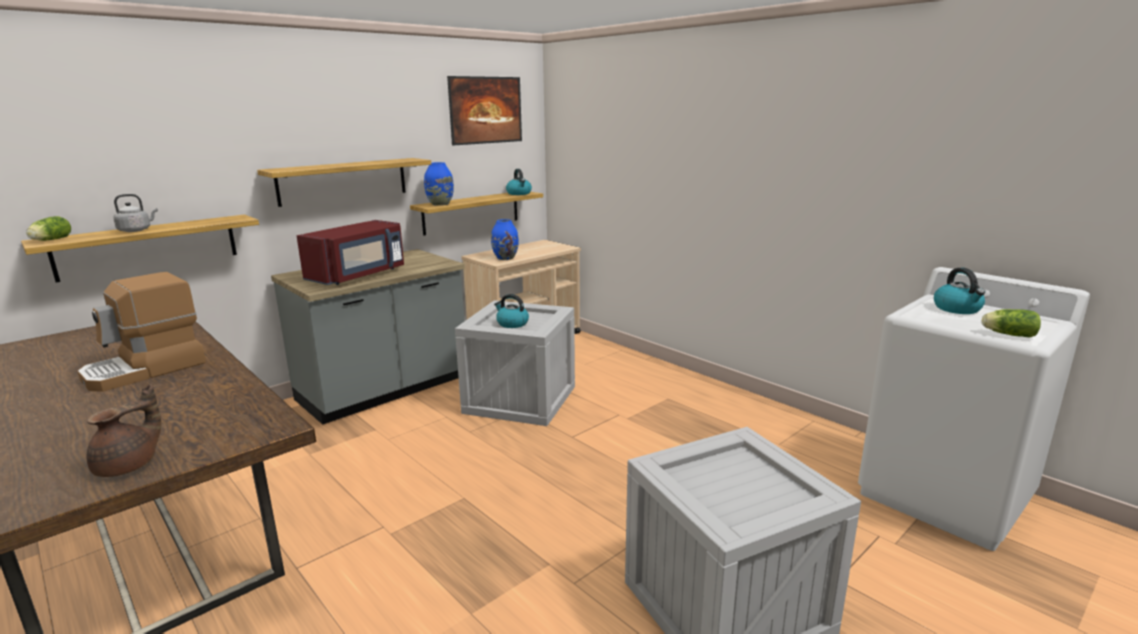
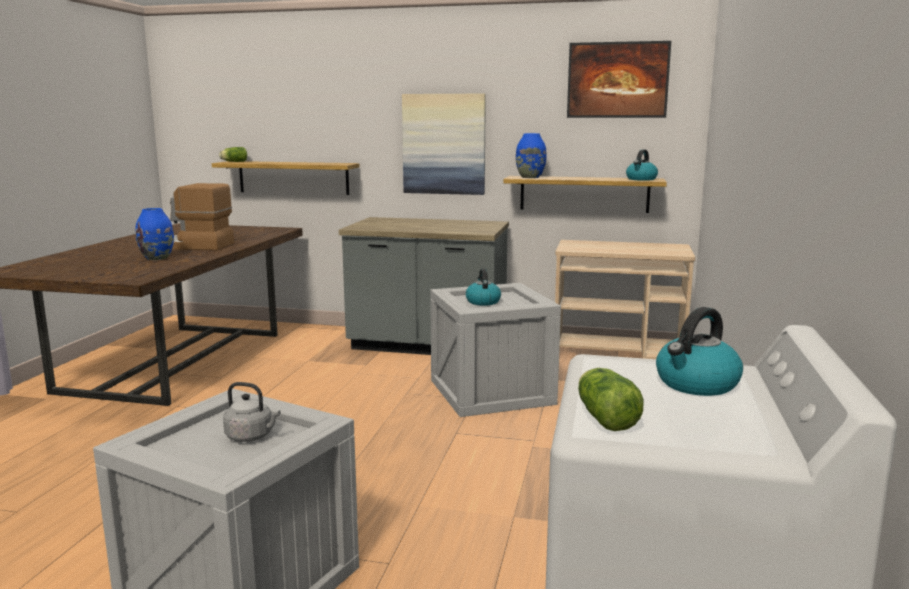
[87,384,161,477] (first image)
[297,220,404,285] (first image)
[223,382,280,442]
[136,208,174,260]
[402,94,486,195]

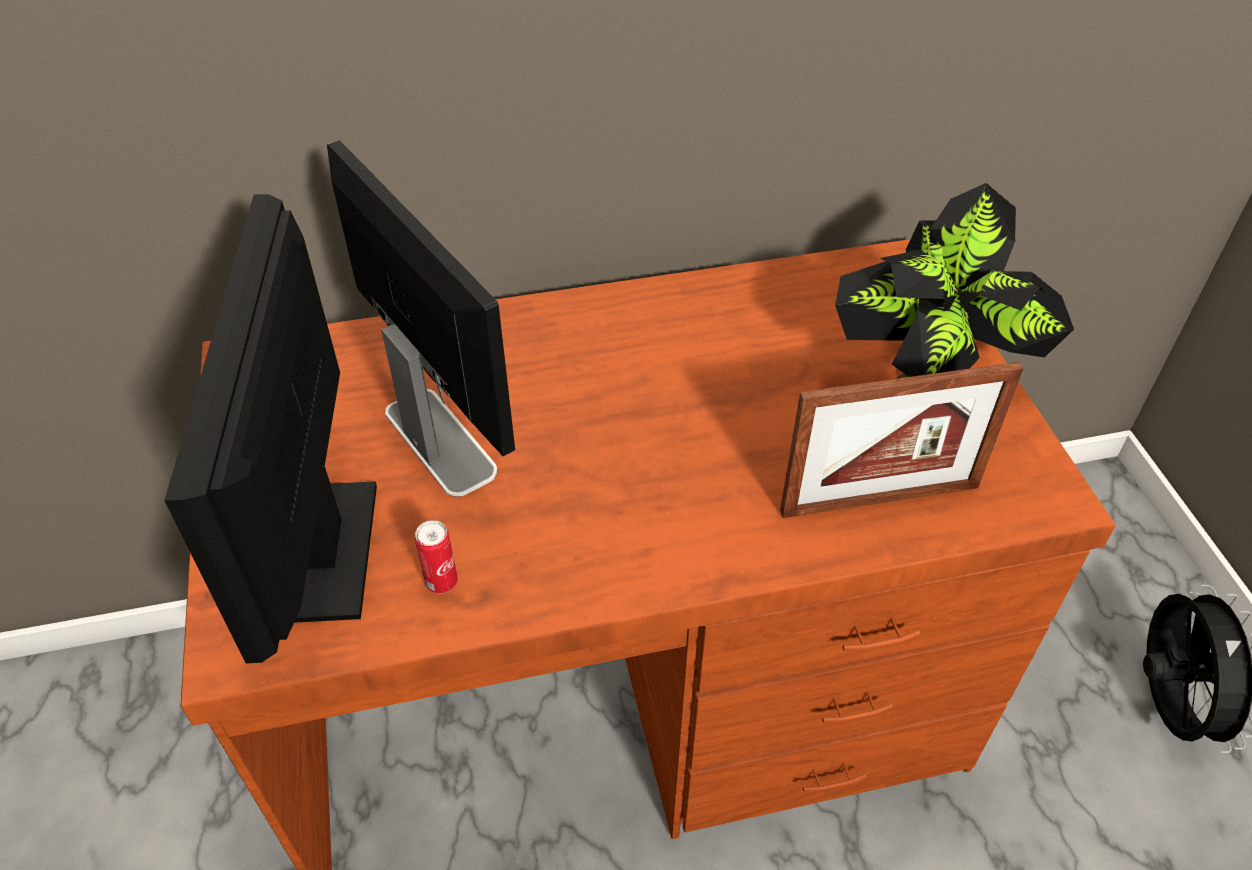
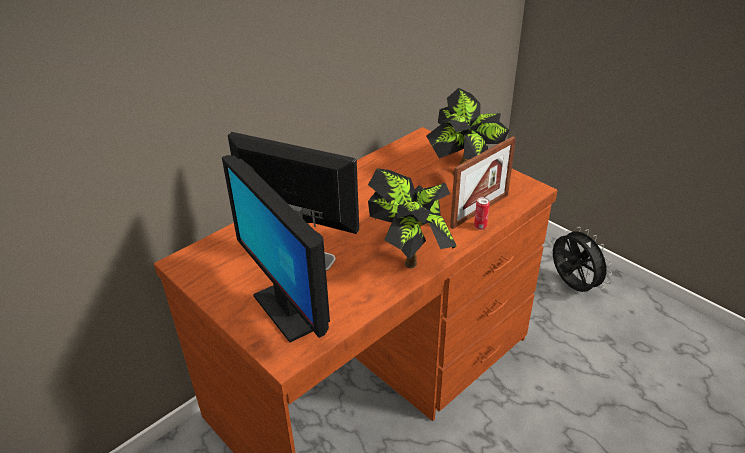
[368,168,457,268]
[474,197,490,230]

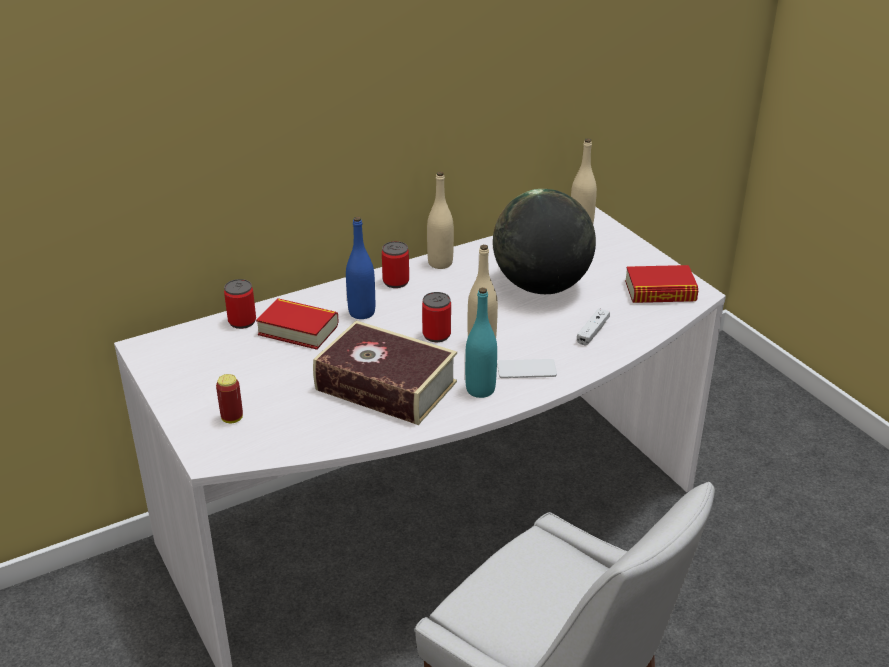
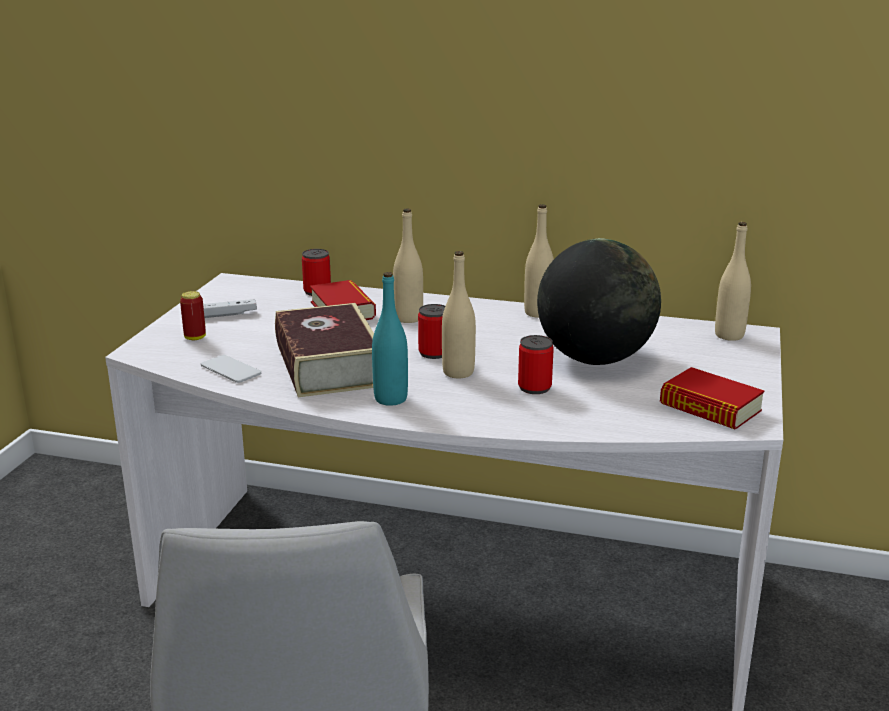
[518,335,554,394]
[201,355,261,383]
[203,299,257,318]
[393,209,423,323]

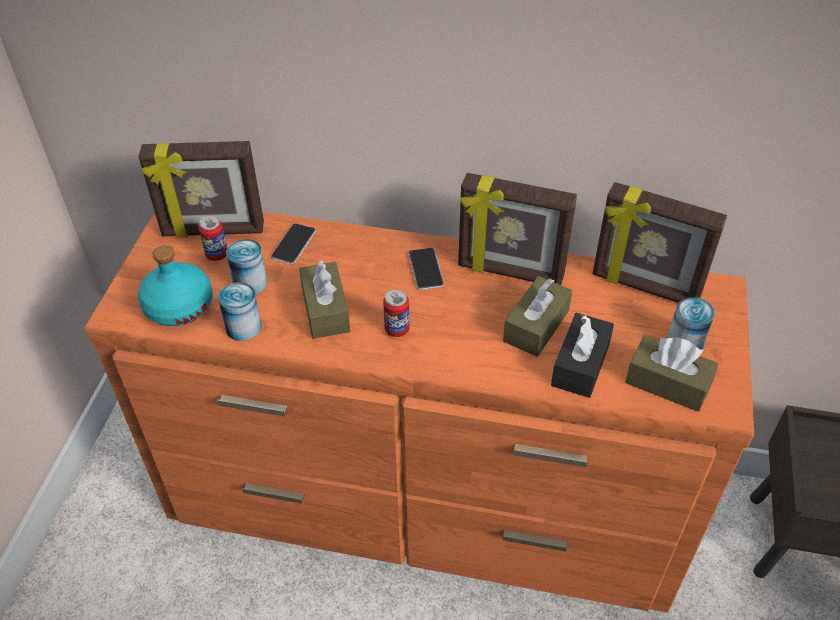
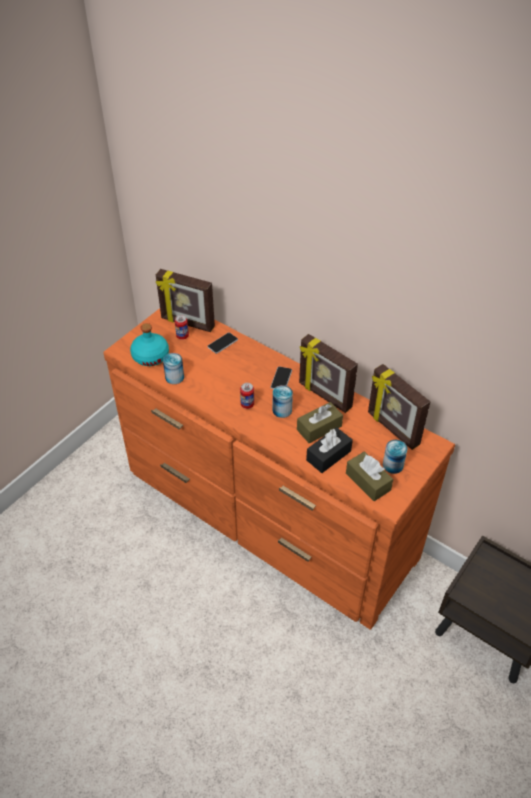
[299,260,350,339] (first image)
[273,385,293,418]

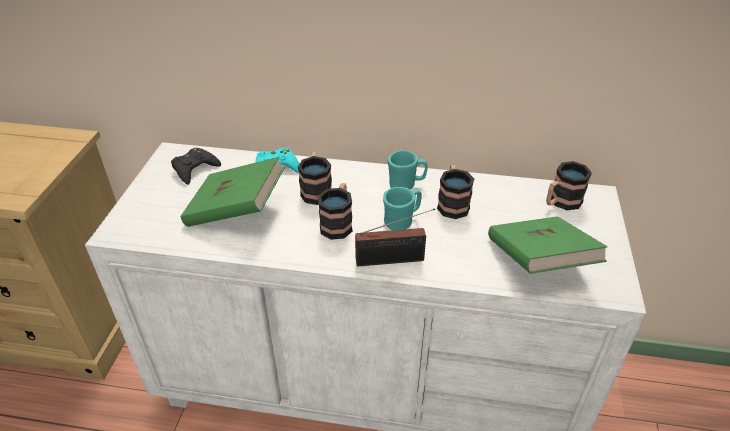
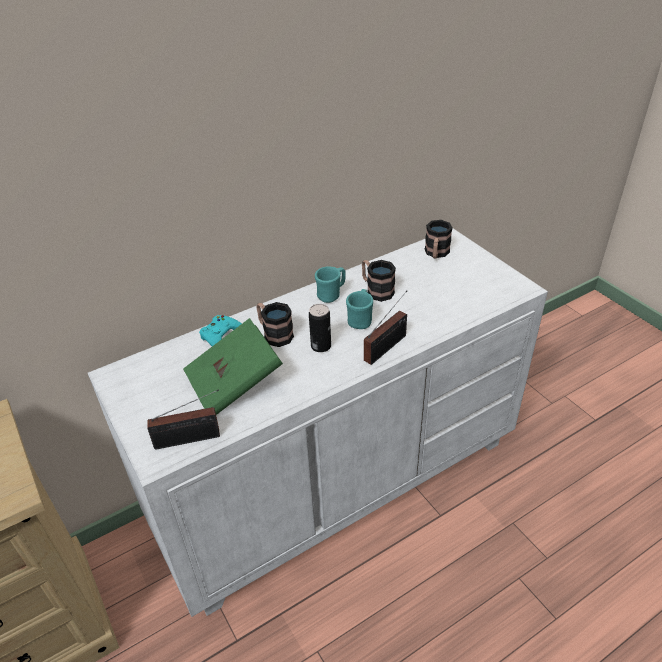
[171,148,221,184] (first image)
[488,216,607,274] (first image)
[147,389,220,450]
[309,304,331,352]

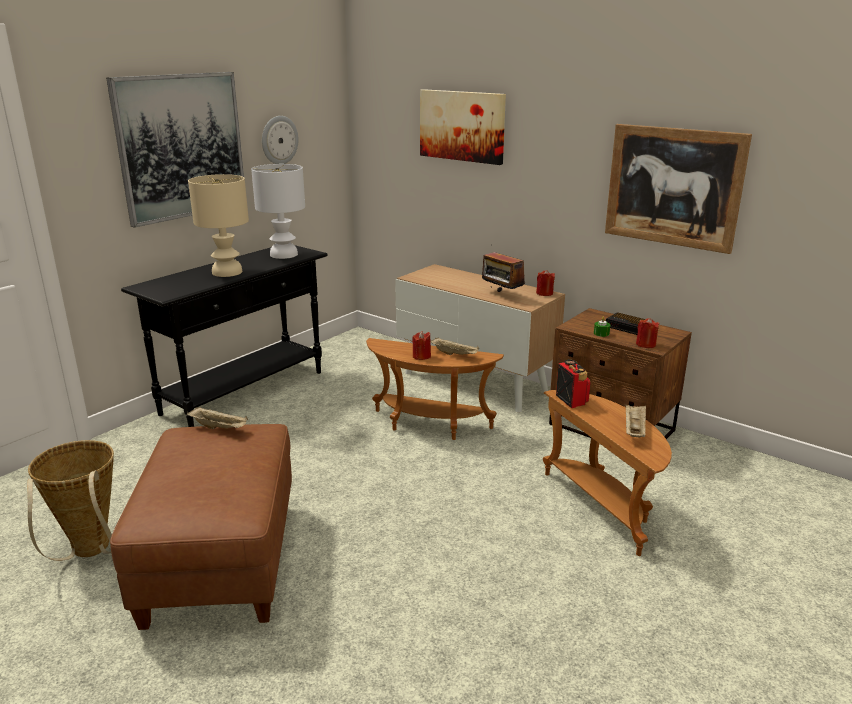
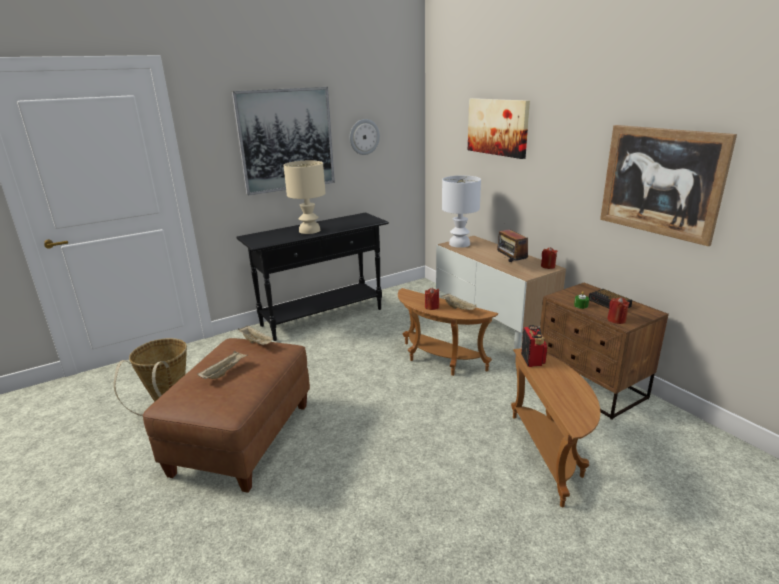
[442,175,481,248]
[197,351,248,379]

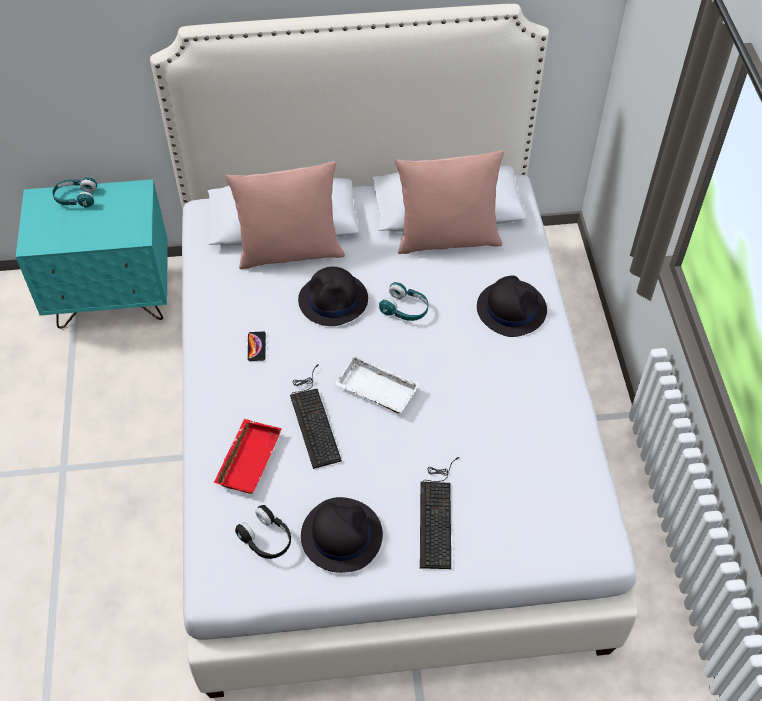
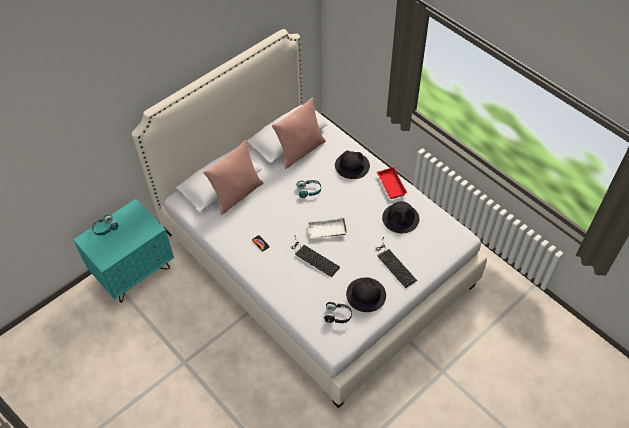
[377,167,408,199]
[382,201,420,233]

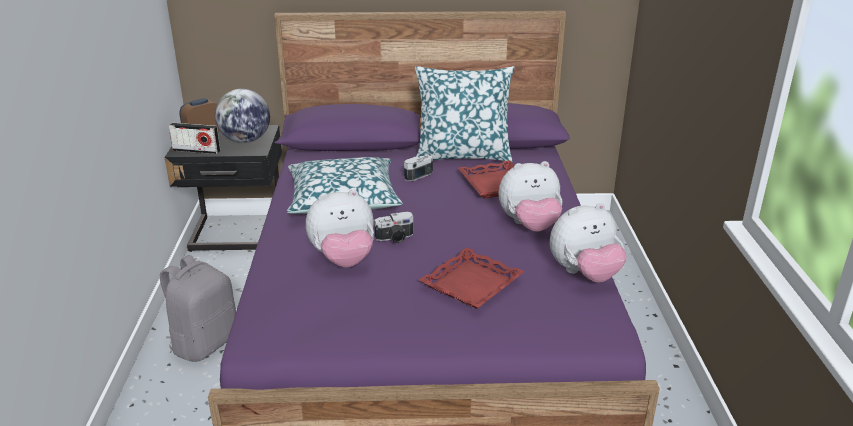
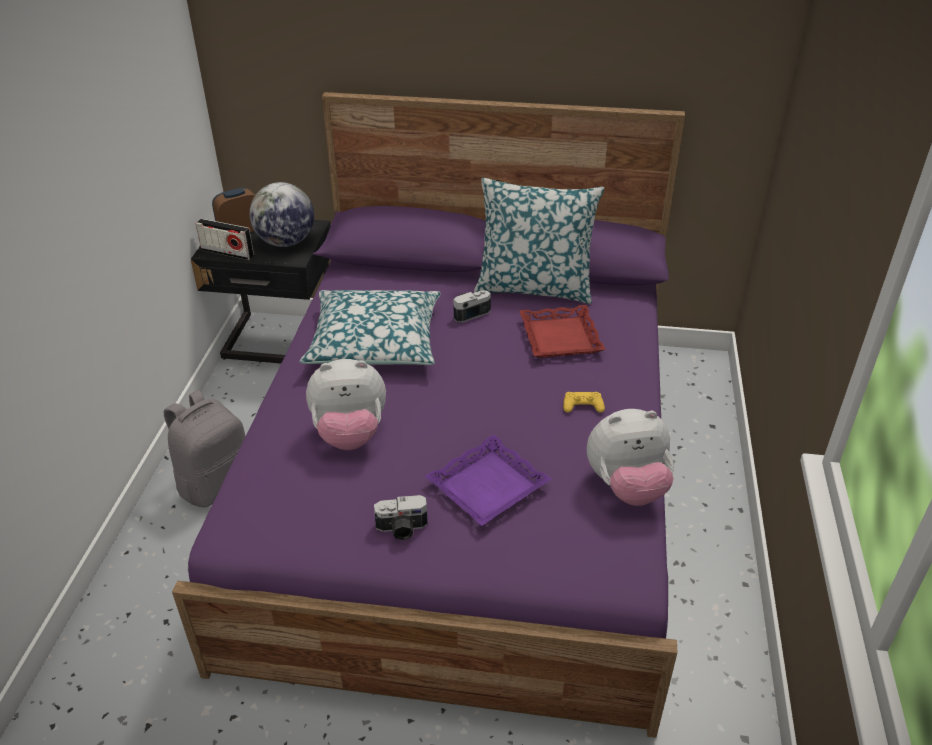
[374,495,428,540]
[563,392,605,413]
[425,435,551,526]

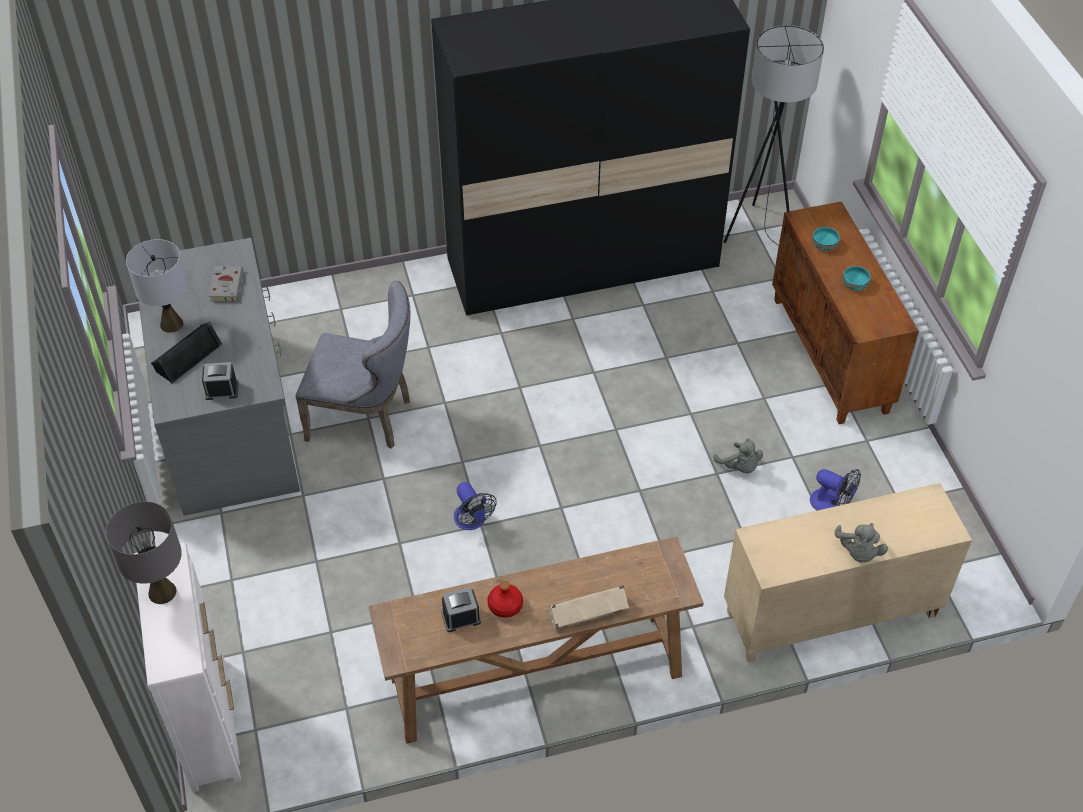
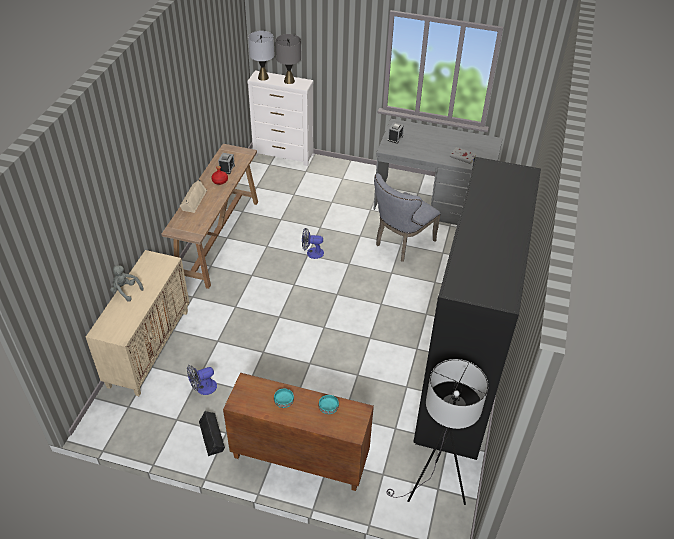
[714,438,763,473] (first image)
[248,31,274,81]
[199,411,225,456]

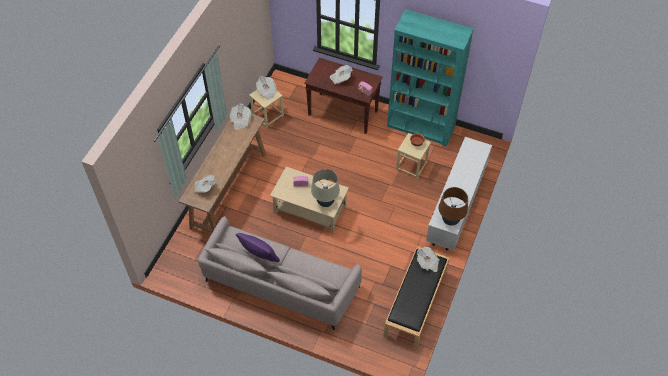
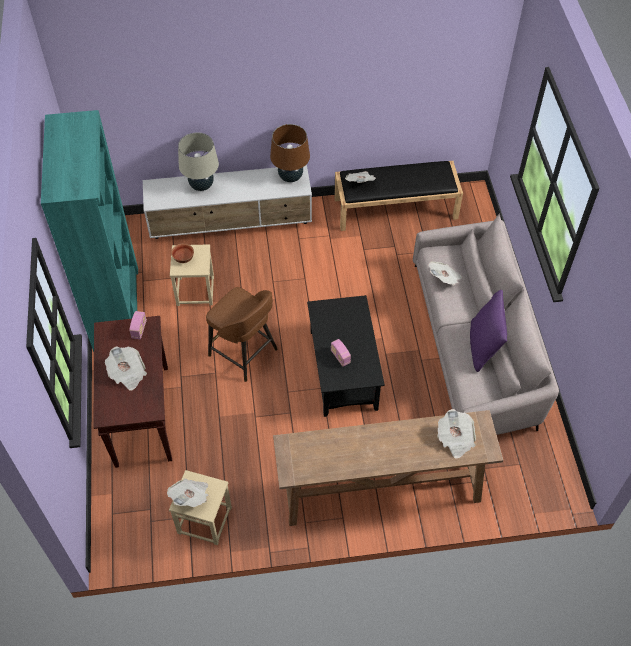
[206,287,278,382]
[428,261,463,285]
[178,132,219,191]
[307,295,385,417]

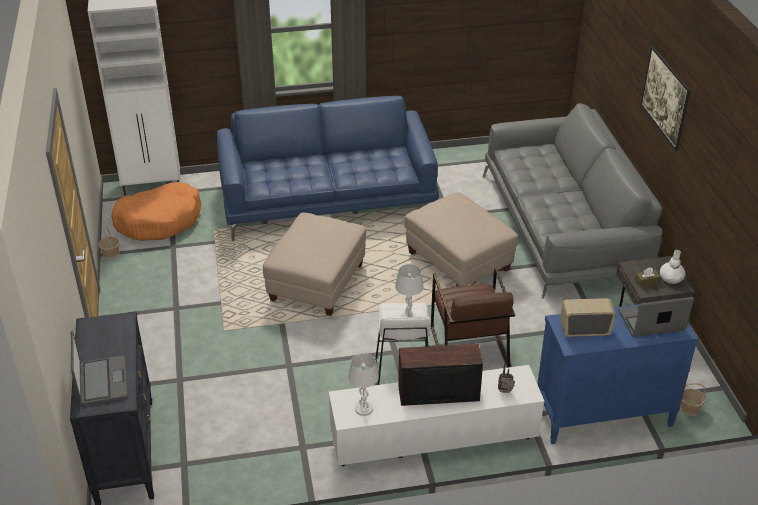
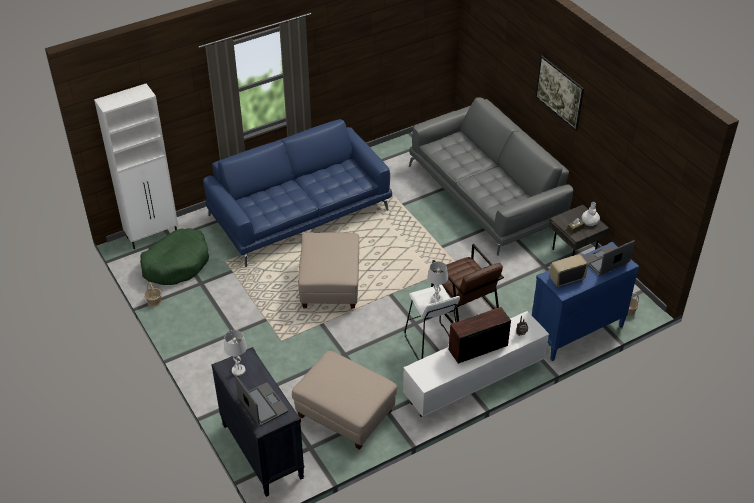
[224,330,247,376]
[292,351,397,450]
[140,228,209,285]

